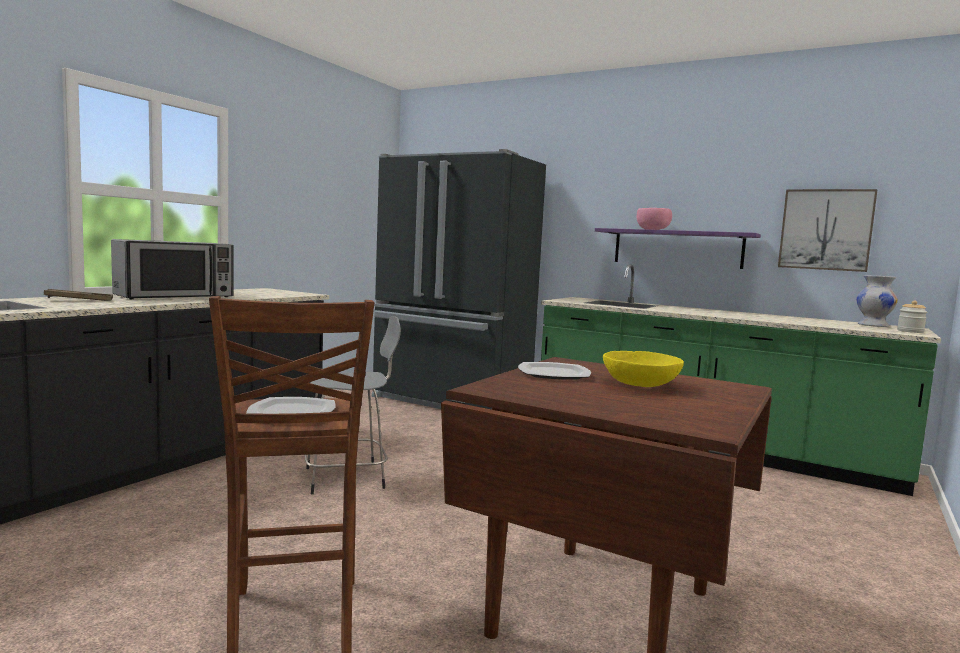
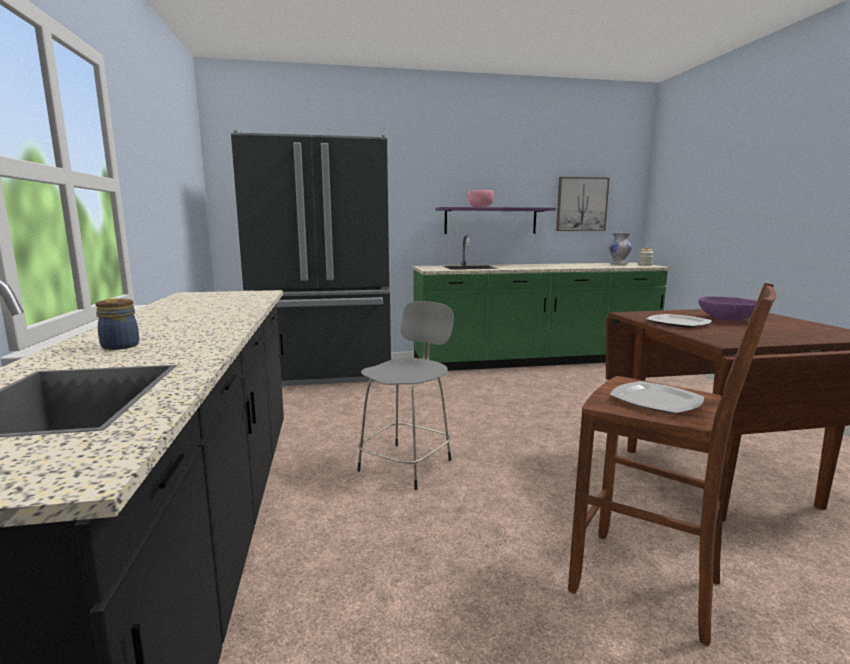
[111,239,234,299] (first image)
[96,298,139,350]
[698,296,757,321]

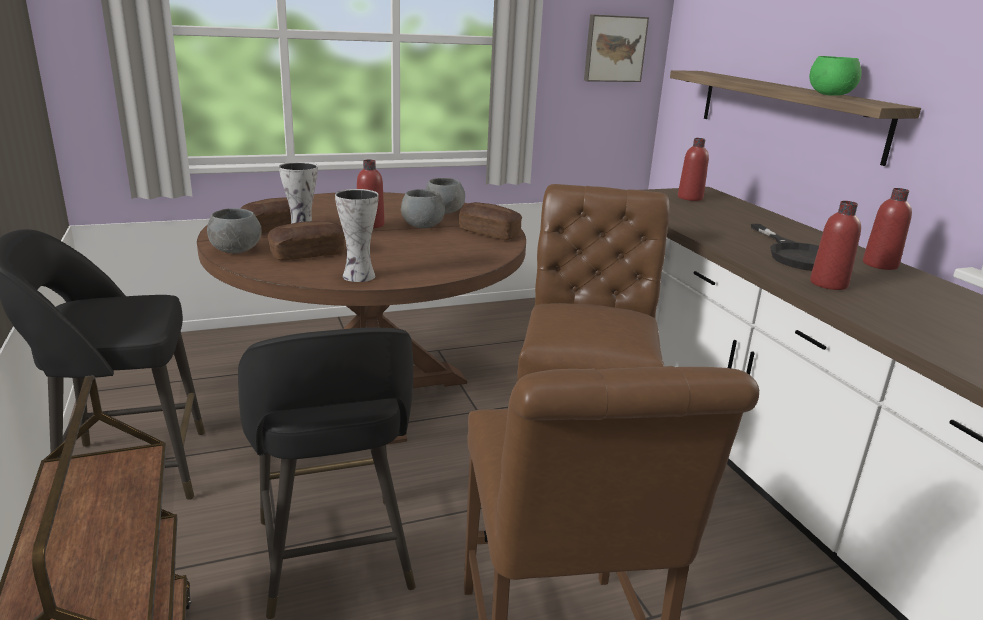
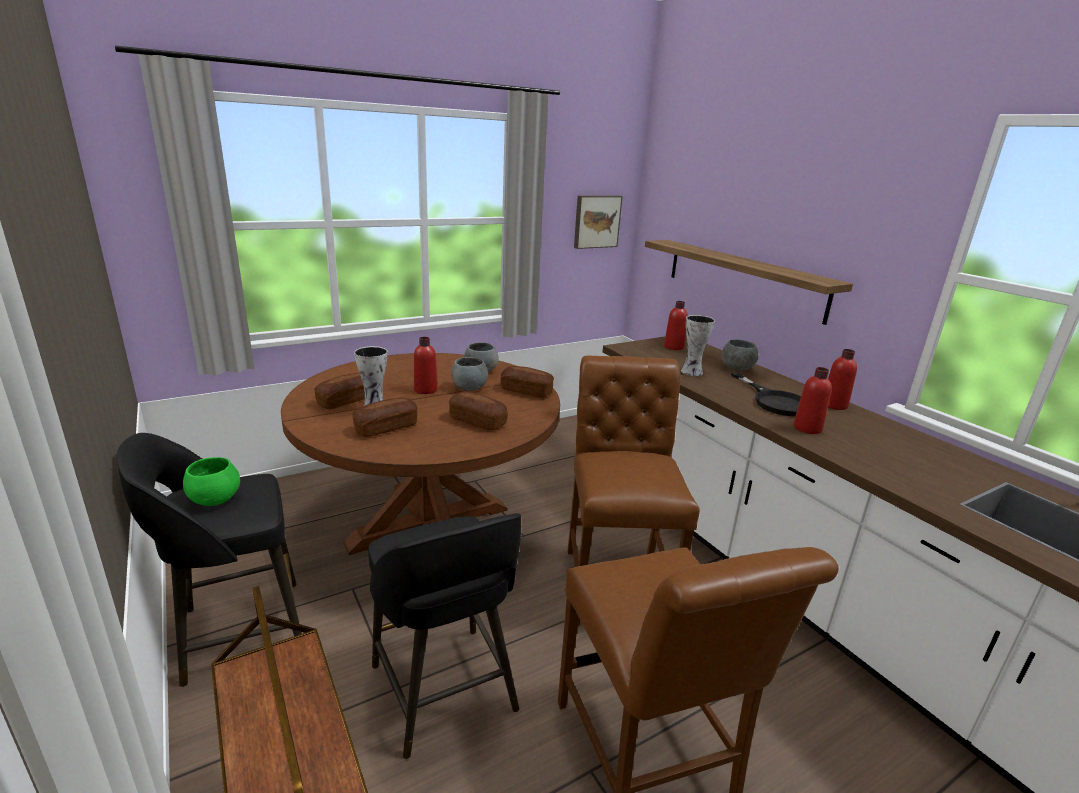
[449,391,508,431]
[722,339,758,371]
[681,315,715,376]
[183,457,240,506]

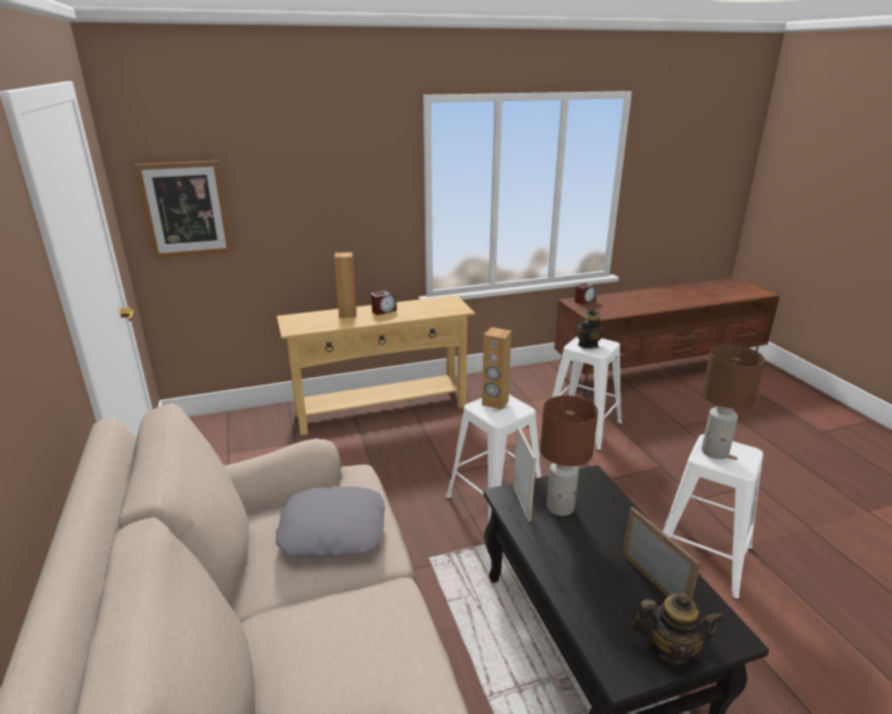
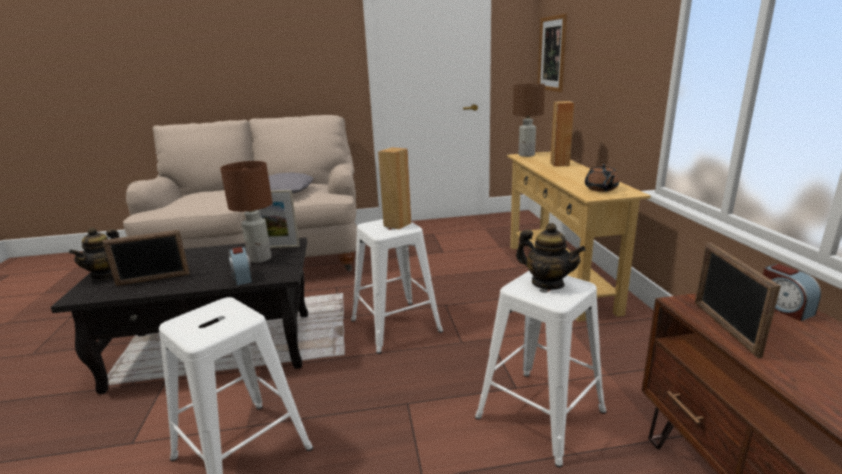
[585,164,619,192]
[695,242,781,358]
[228,247,254,286]
[513,84,545,157]

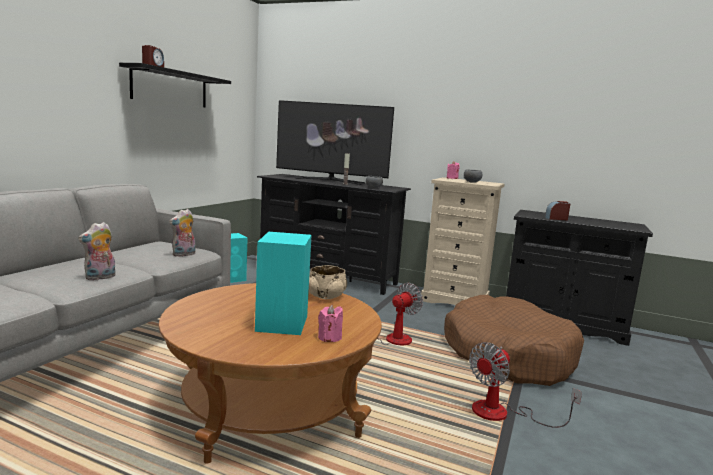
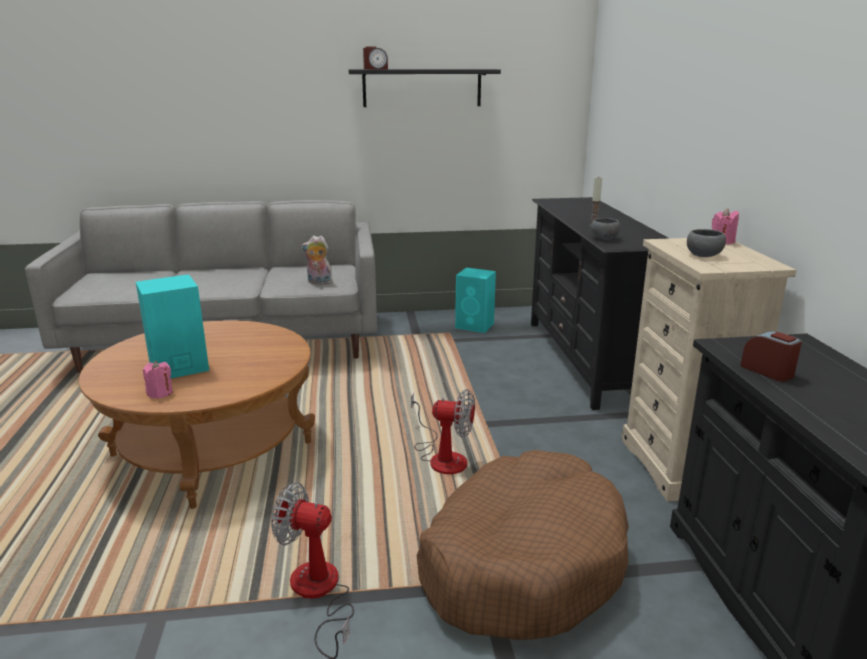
[78,222,116,280] (first image)
[276,100,394,185] (first image)
[309,265,347,299] (first image)

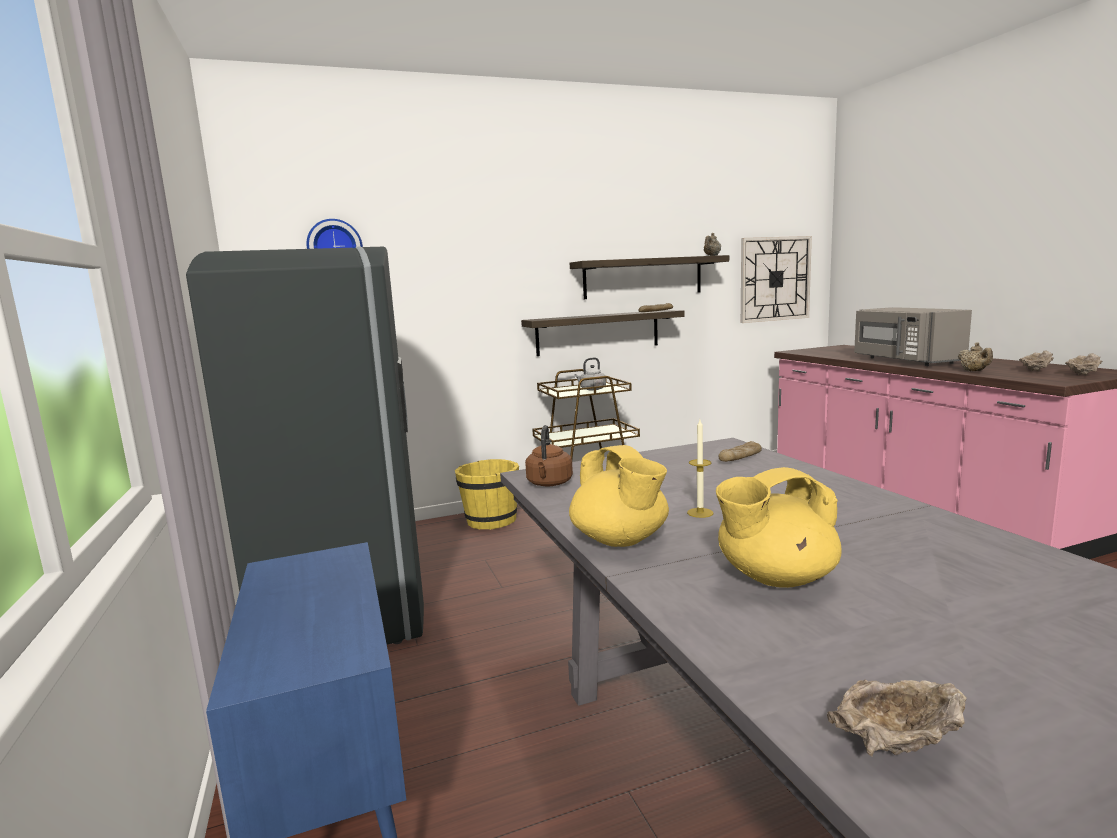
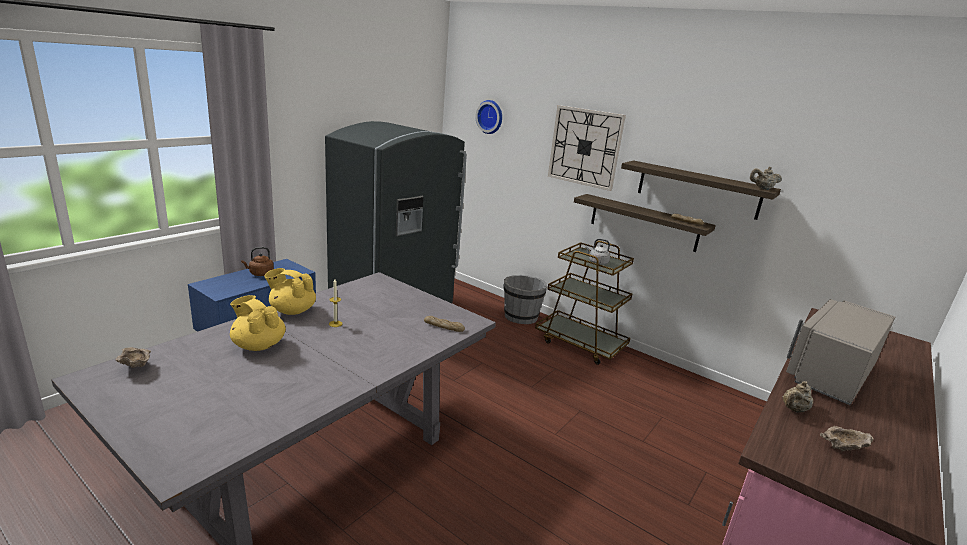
[1065,353,1102,376] (first image)
[241,247,274,276]
[548,105,626,191]
[504,275,547,324]
[264,268,316,315]

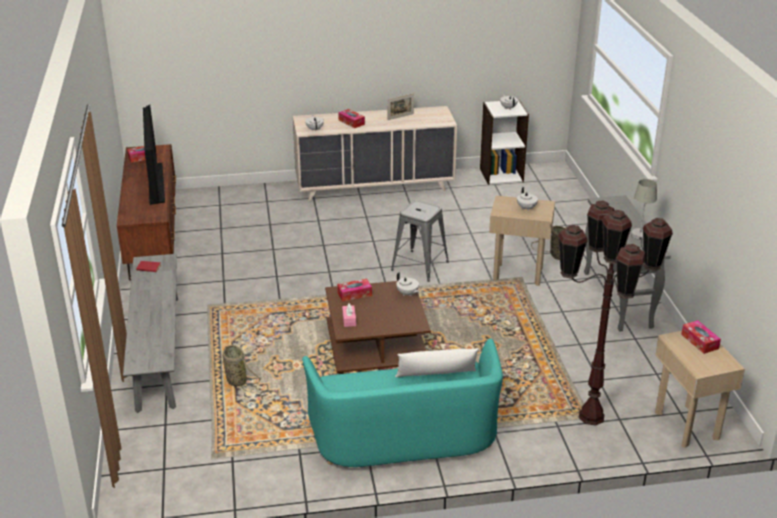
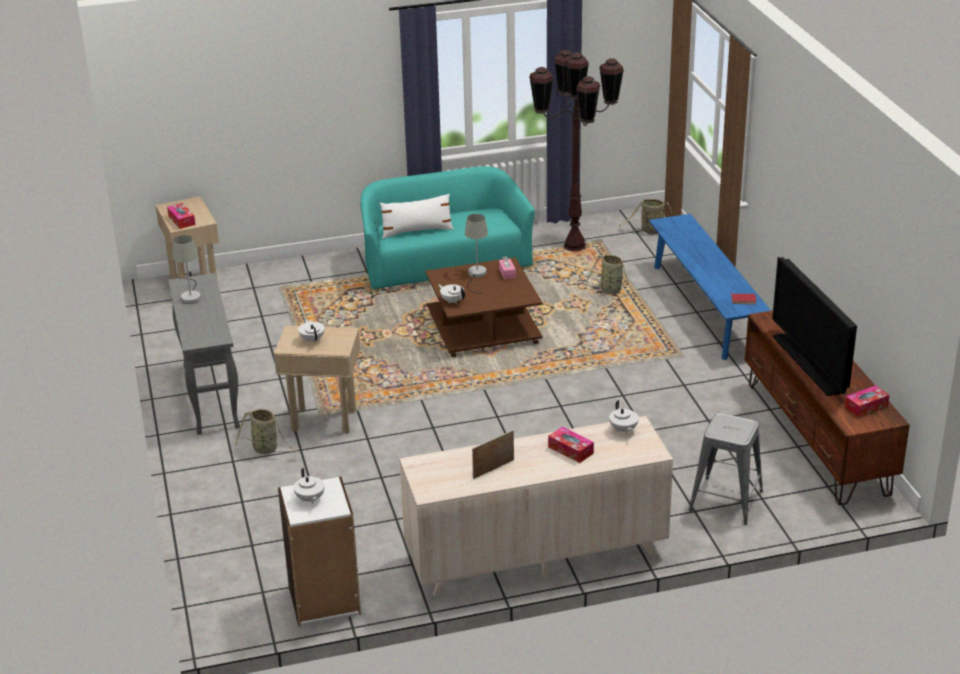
[337,279,372,302] (first image)
[465,214,488,294]
[619,199,672,234]
[689,413,763,525]
[529,50,624,251]
[649,214,771,360]

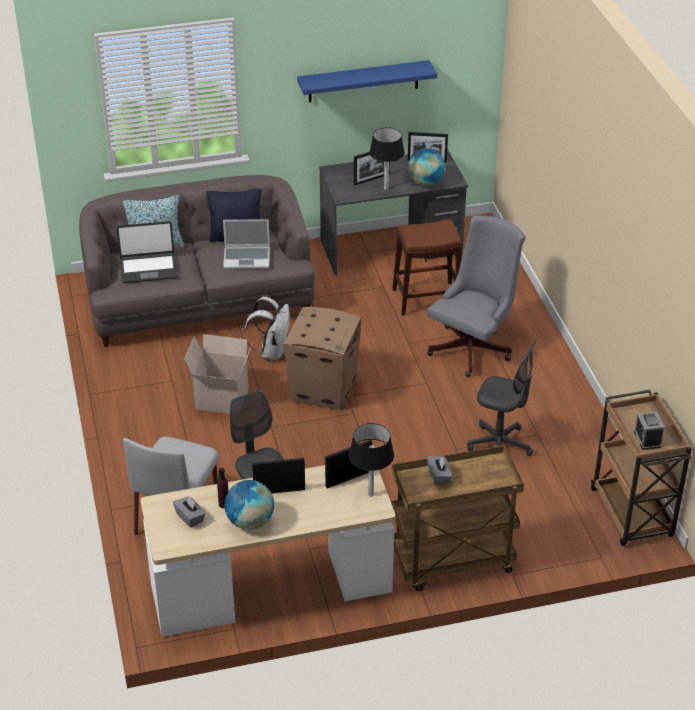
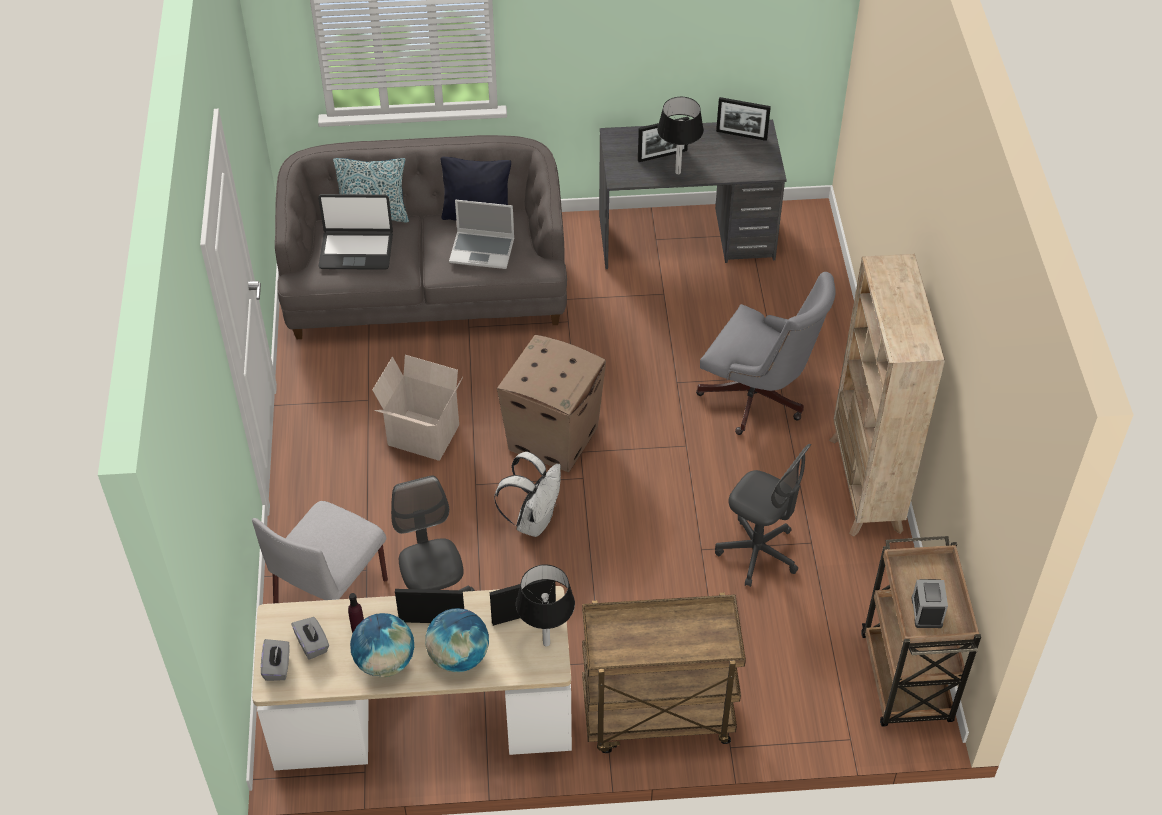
[297,60,437,102] (first image)
[392,219,462,316] (first image)
[829,254,945,537]
[494,452,561,537]
[426,608,489,672]
[261,639,290,681]
[696,272,836,435]

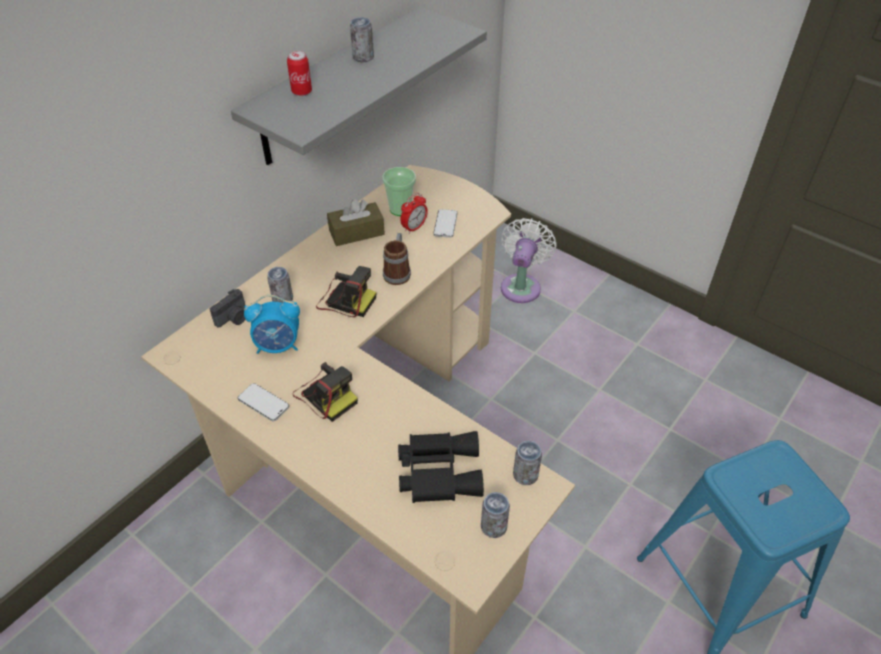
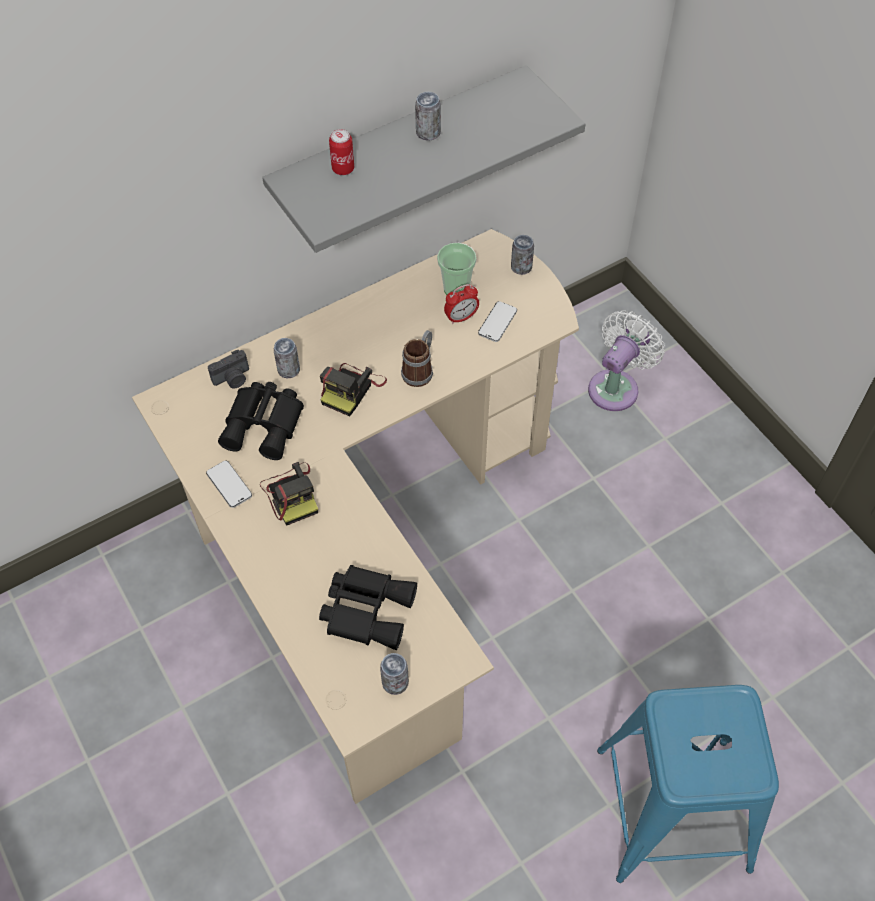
[327,199,385,246] (first image)
[511,235,534,275]
[218,382,304,460]
[320,363,387,416]

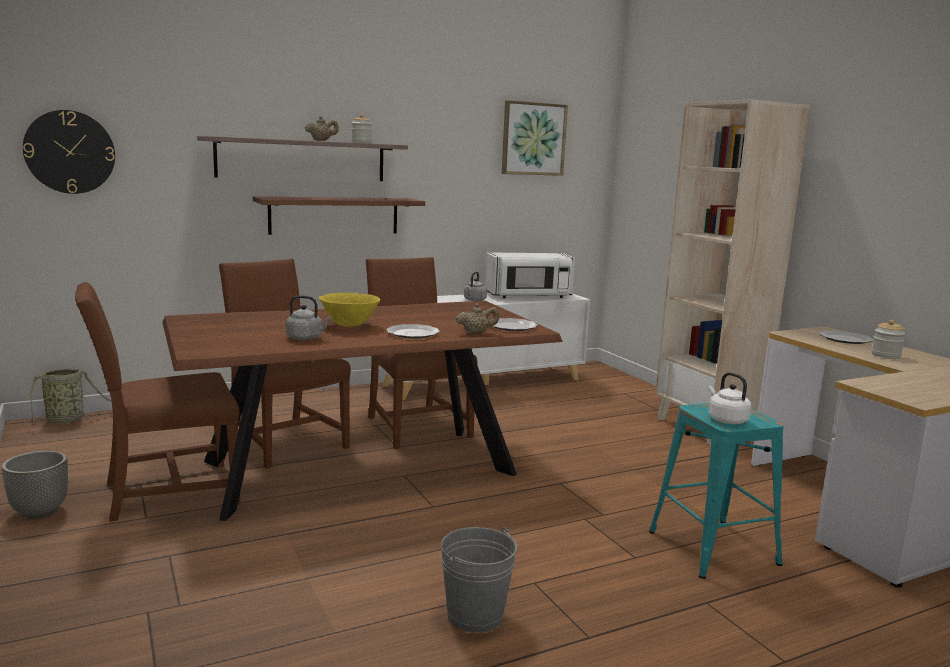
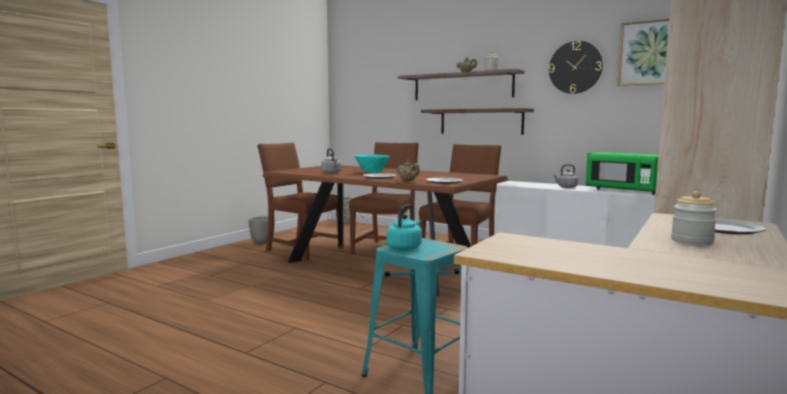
[441,527,517,633] (first image)
[549,41,603,94]
[354,155,390,173]
[586,152,659,195]
[386,204,422,250]

